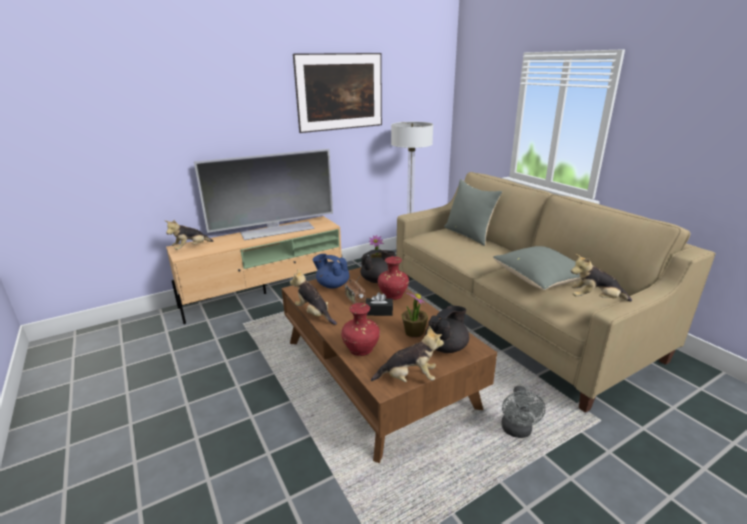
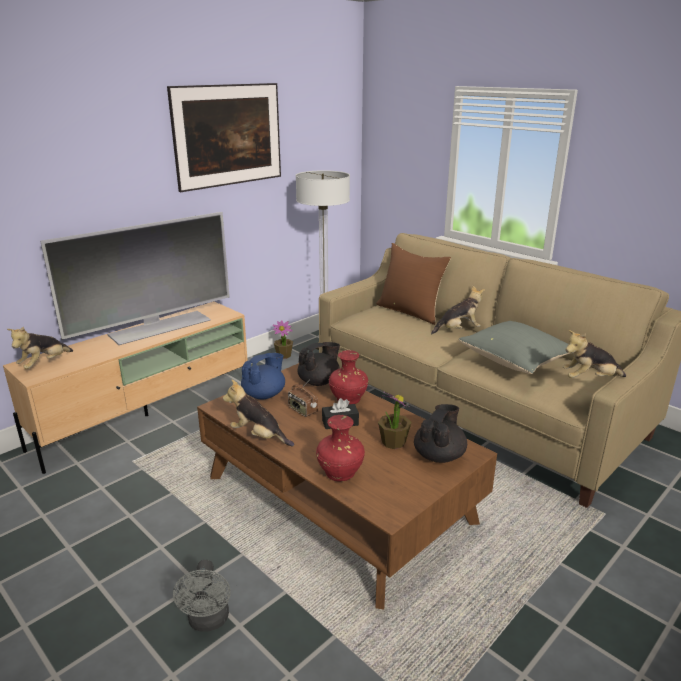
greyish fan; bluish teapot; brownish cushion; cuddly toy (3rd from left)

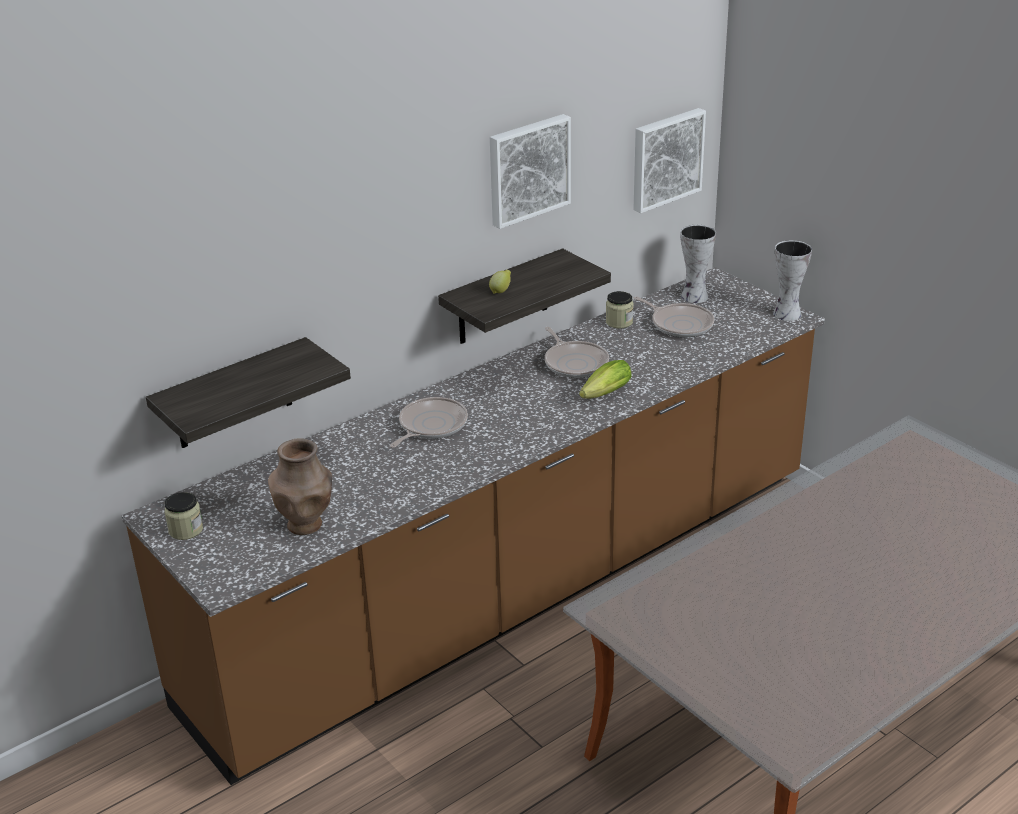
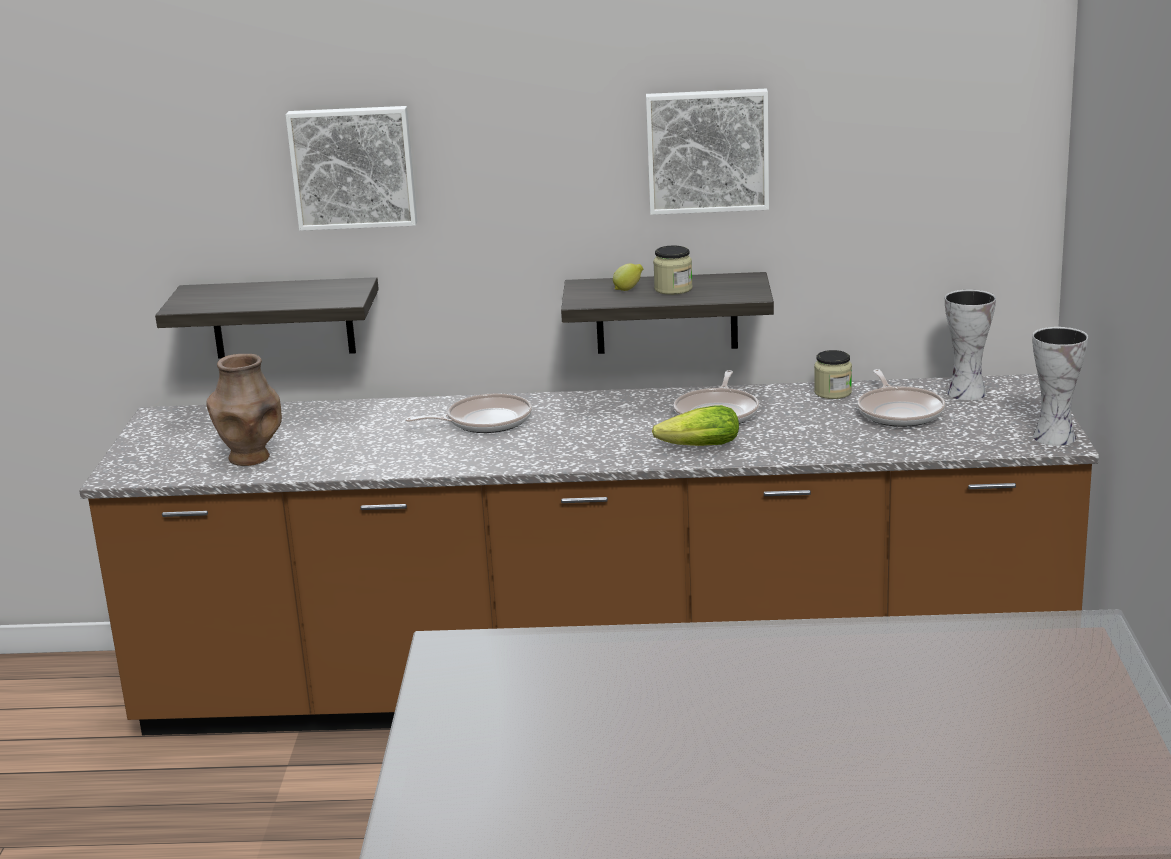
picture (1st from left); preserve jar (1st from left)

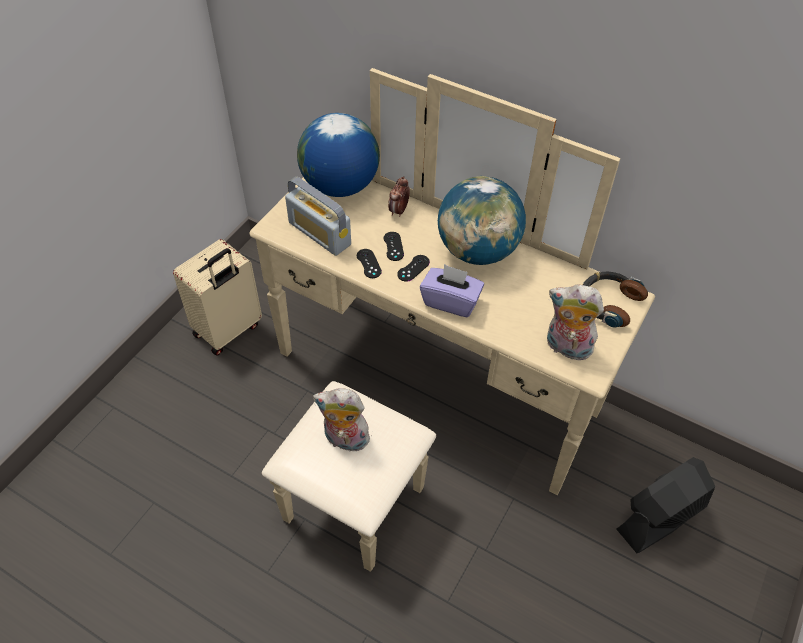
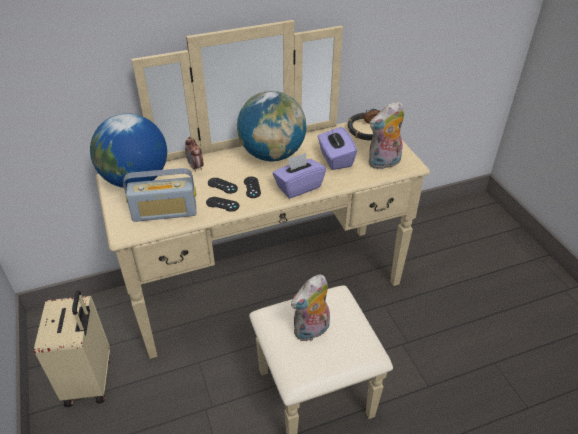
purple-coloured tissue box (2nd from left); black-coloured fan

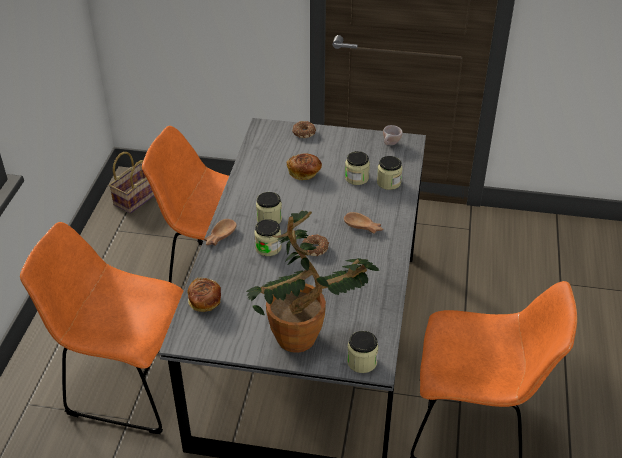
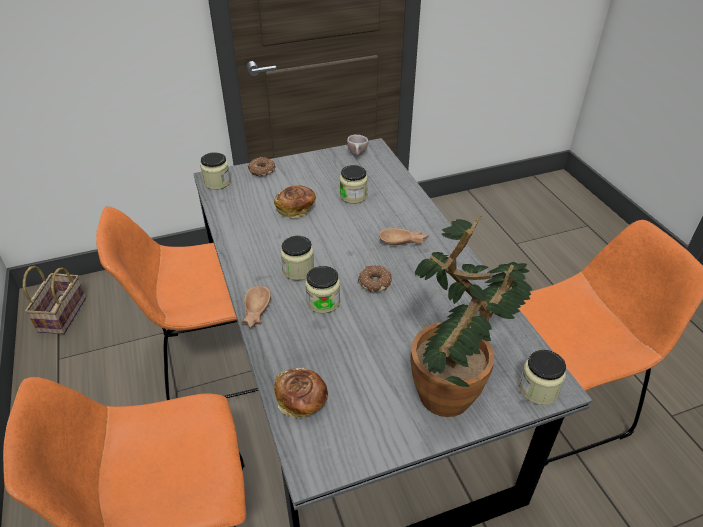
preserve jar (1st from left)

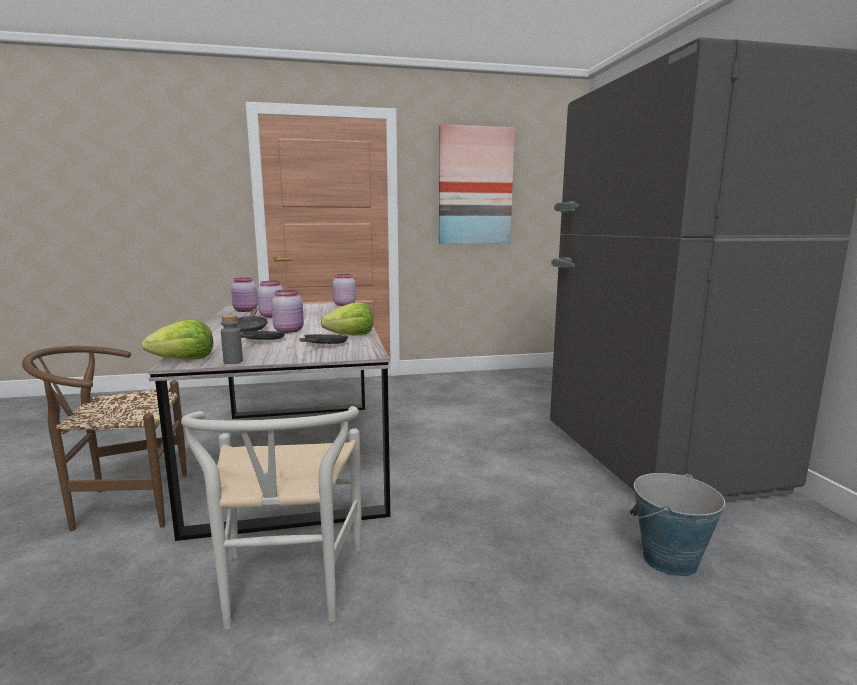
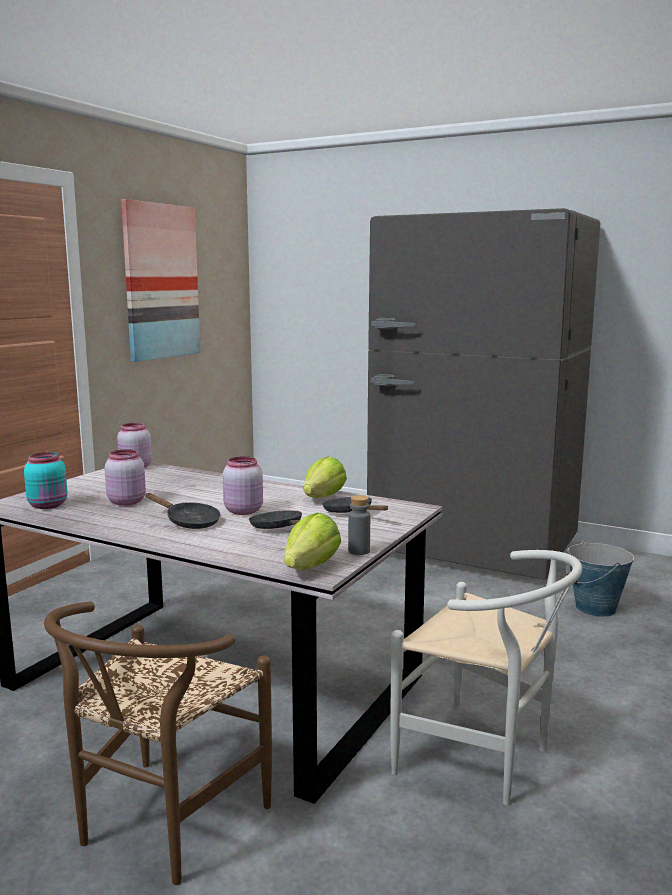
turquoise preserve jar

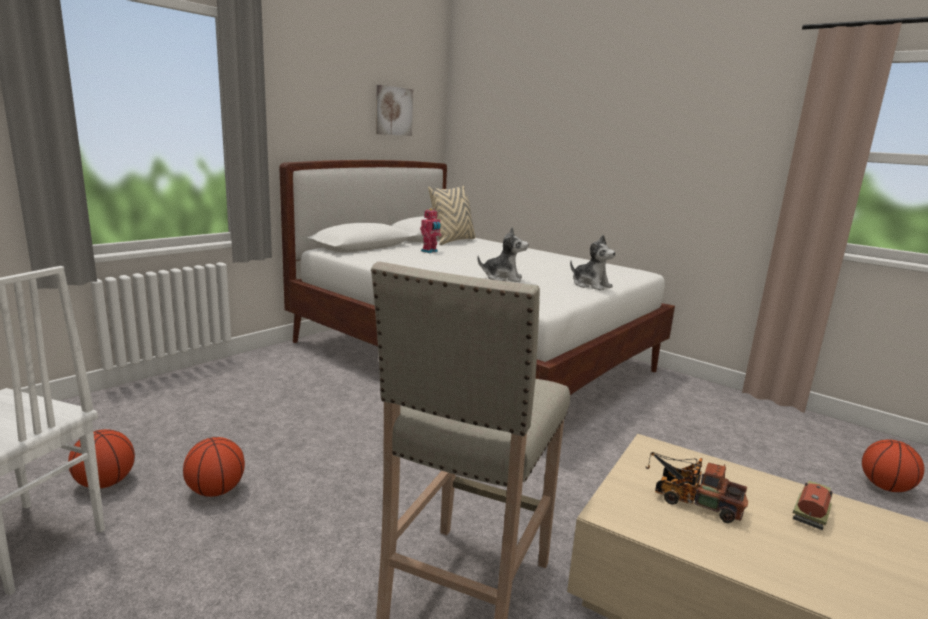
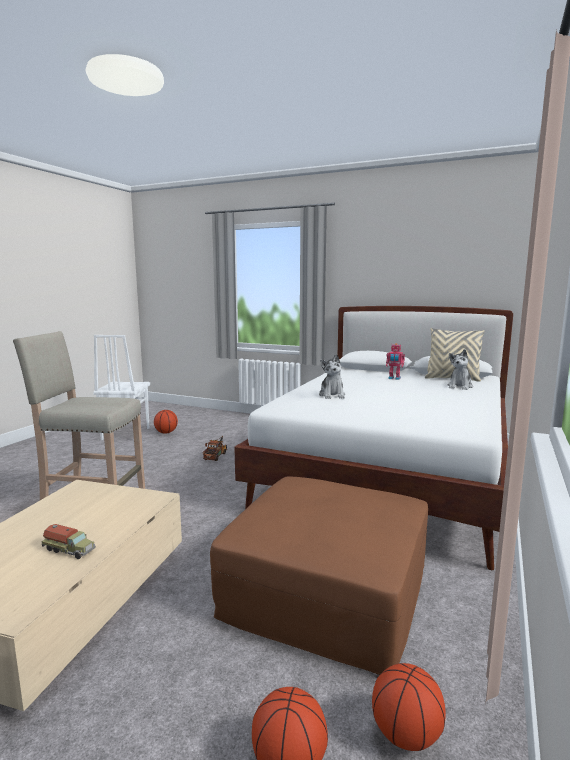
toy truck (2nd from left); brownish pouffe; basketball (3rd from left); cuddly toy (2nd from left); picture

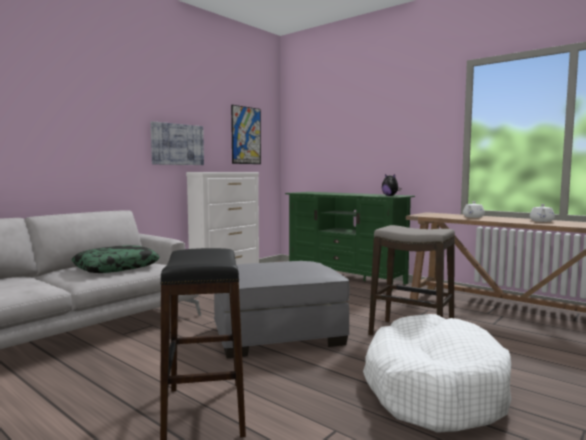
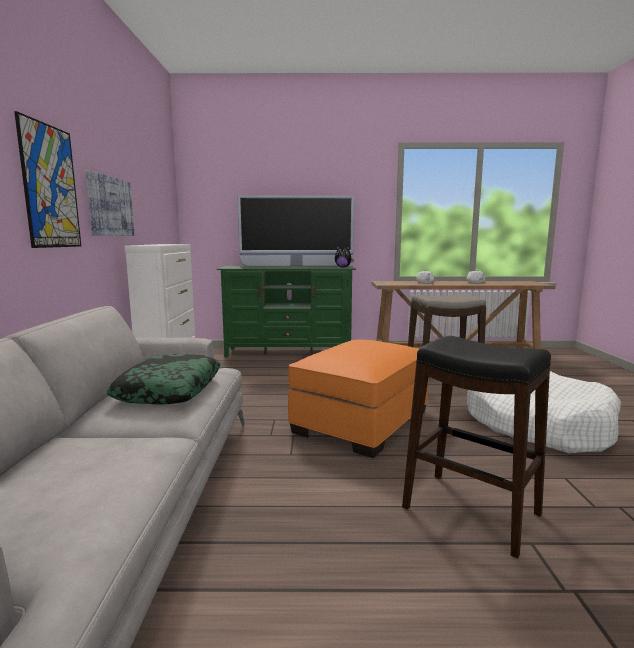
picture (1st from left); TV set; orange pouffe

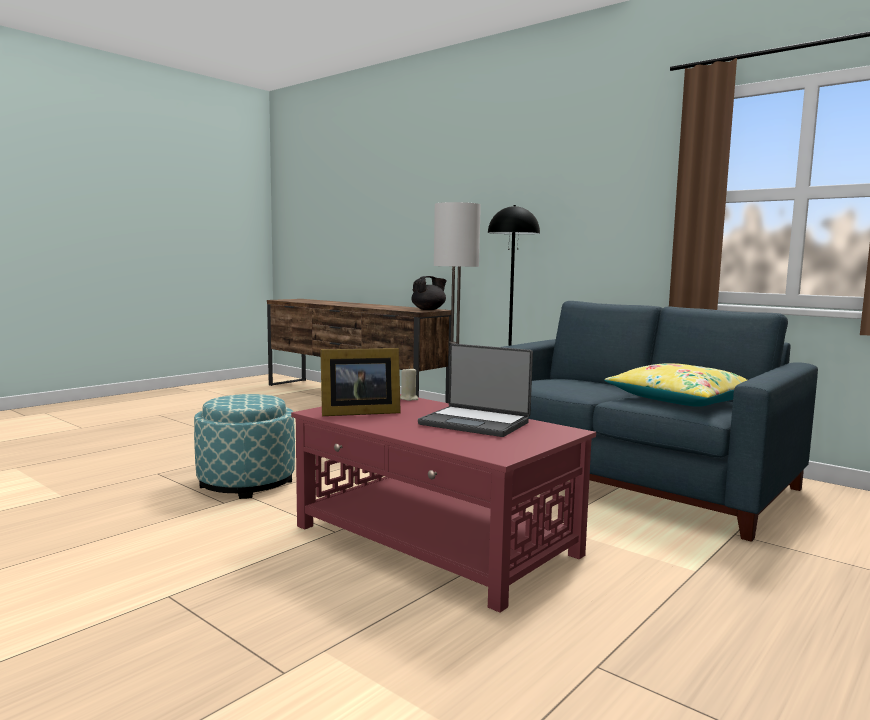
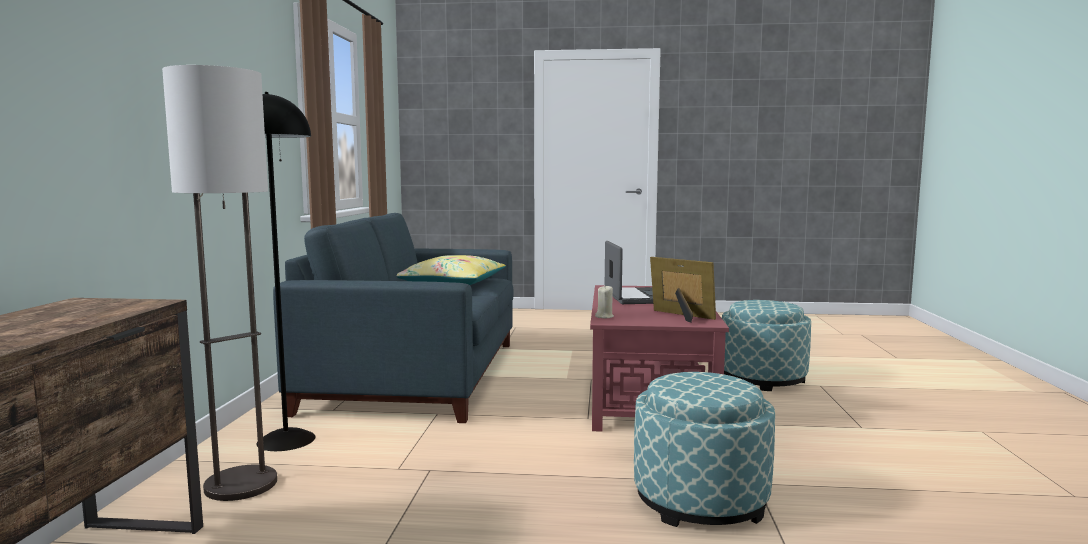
pouffe (2nd from left); black-coloured teapot

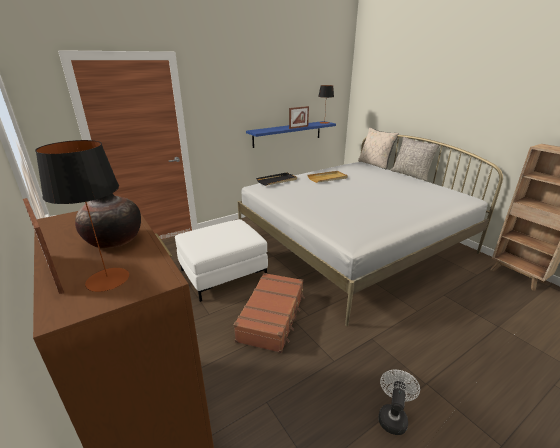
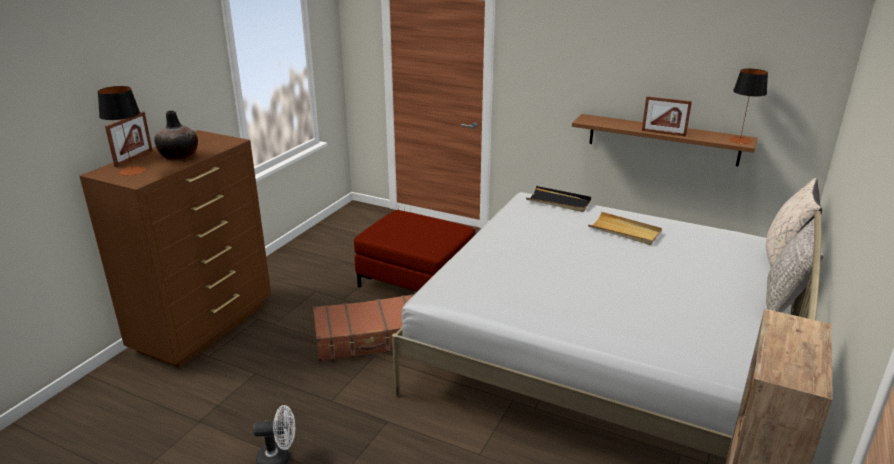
red pouffe; brownish bracket shelf

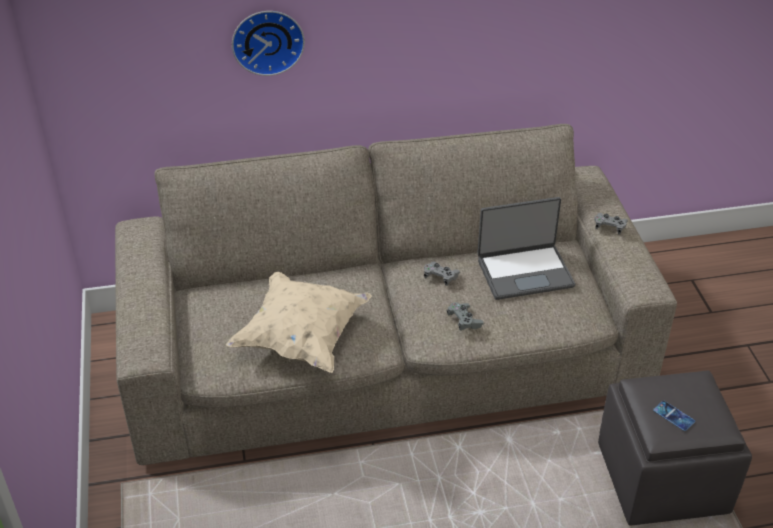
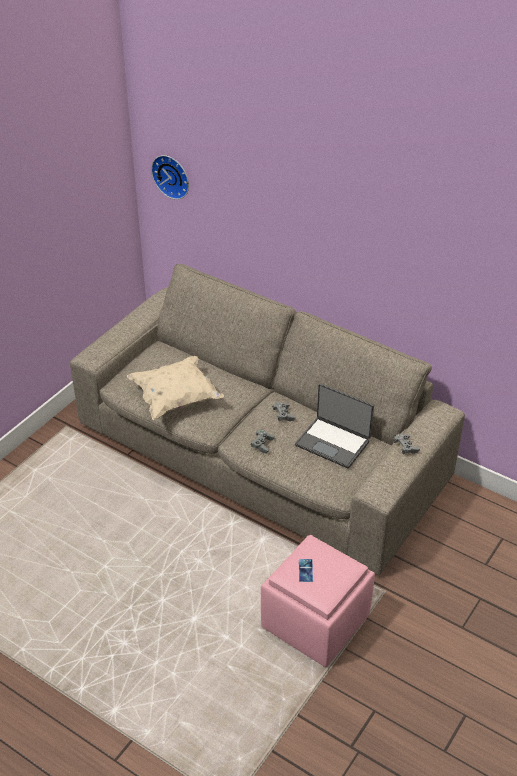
clock on the wall; pink-coloured pouffe

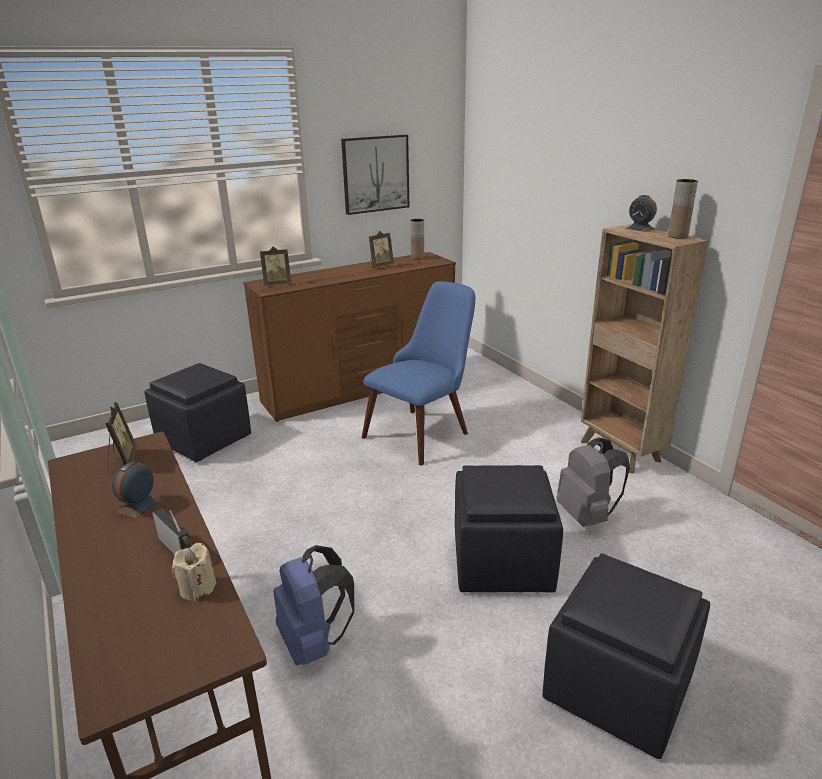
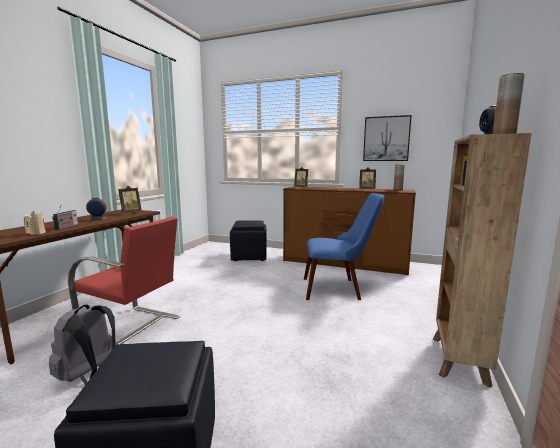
greyish knapsack; red plain chair; black-coloured pouffe (2nd from left in the first image)

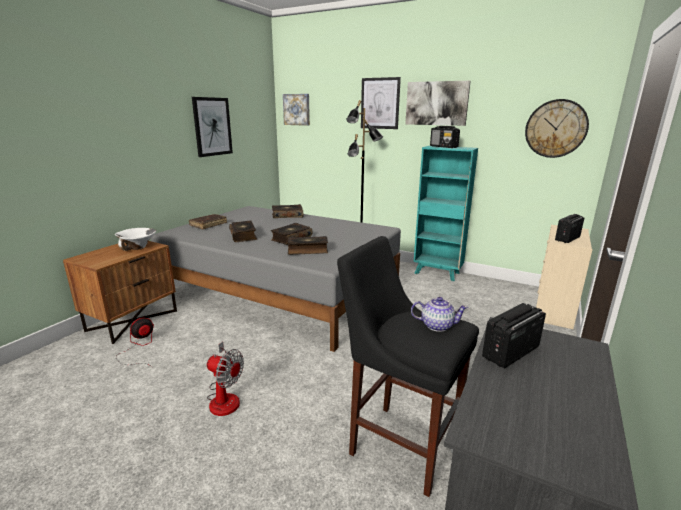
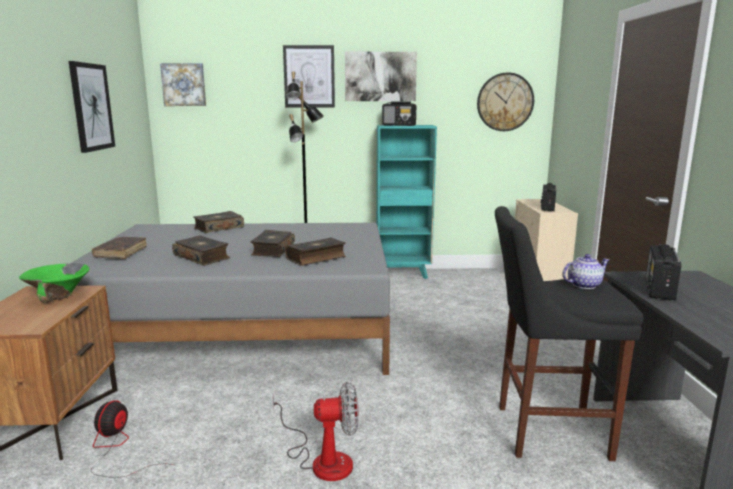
green deep dish

